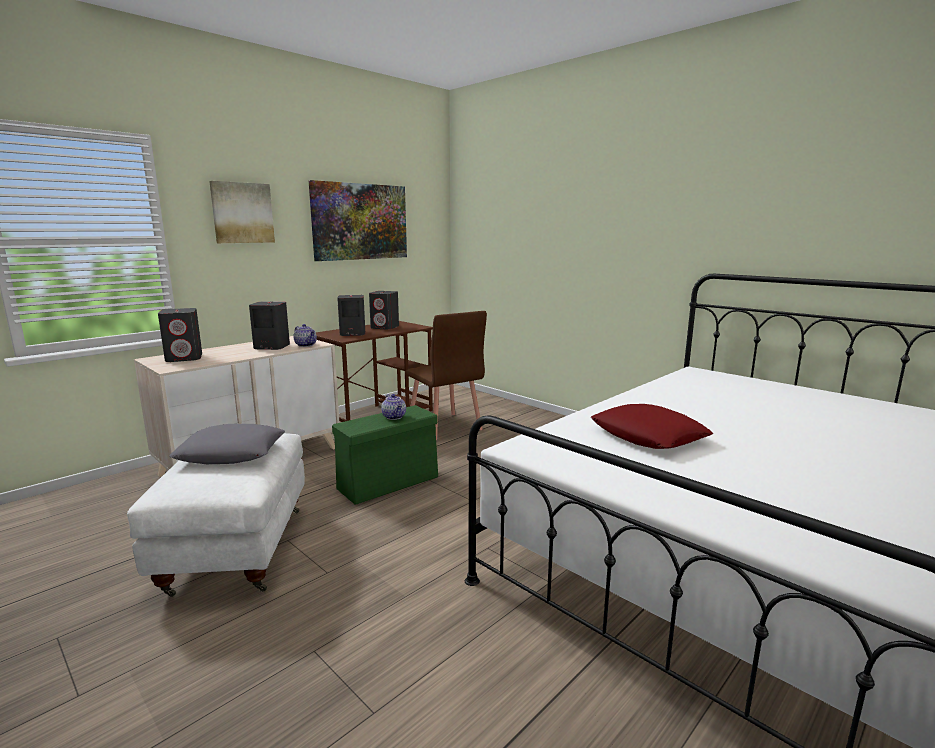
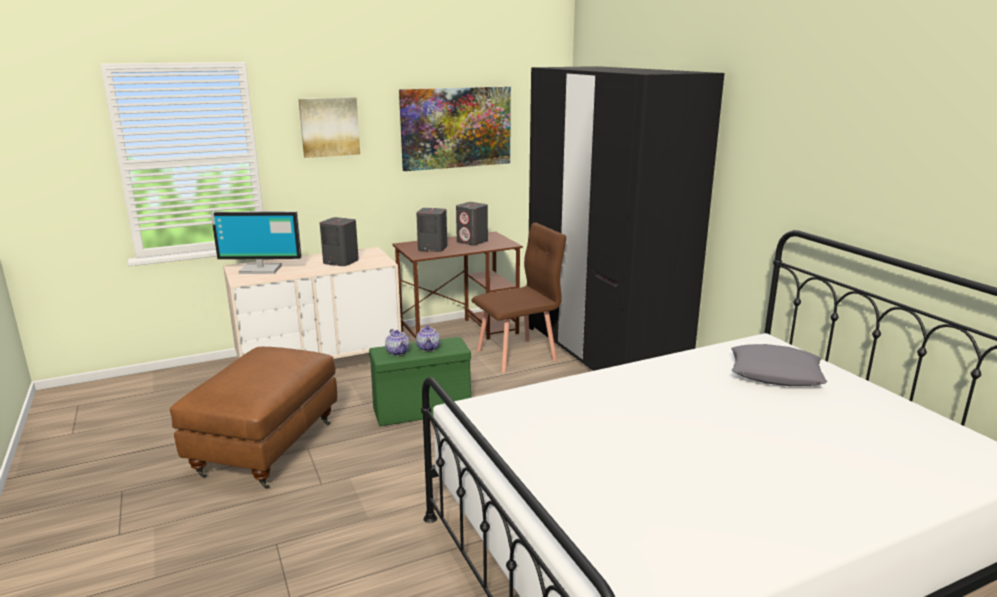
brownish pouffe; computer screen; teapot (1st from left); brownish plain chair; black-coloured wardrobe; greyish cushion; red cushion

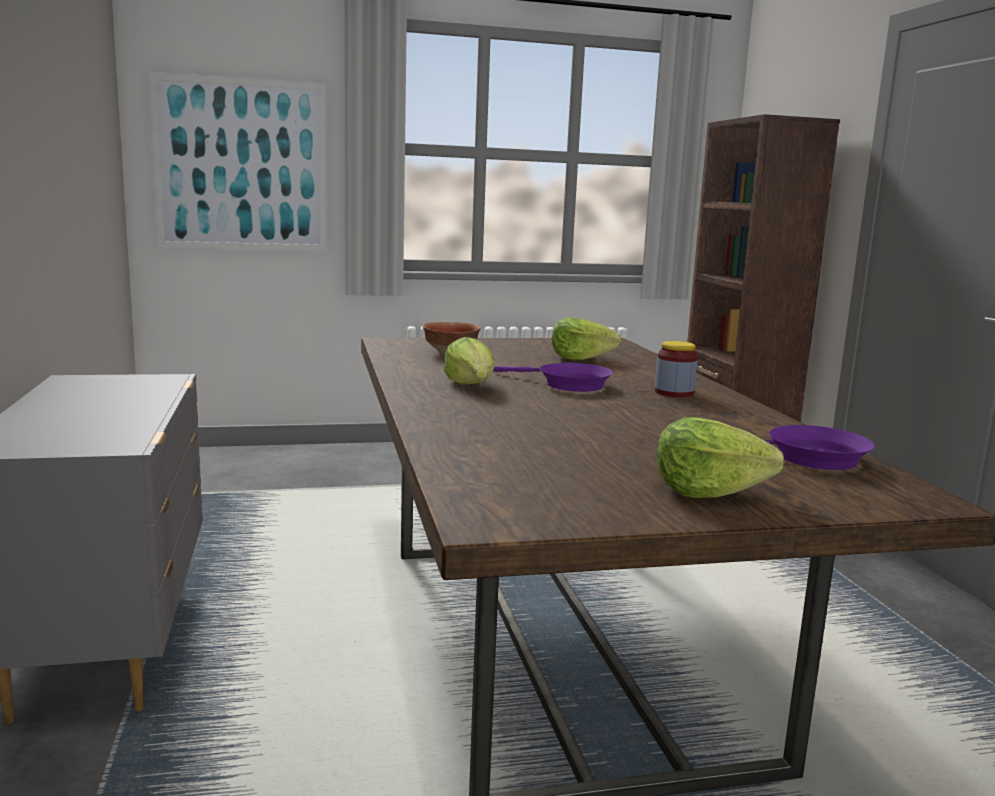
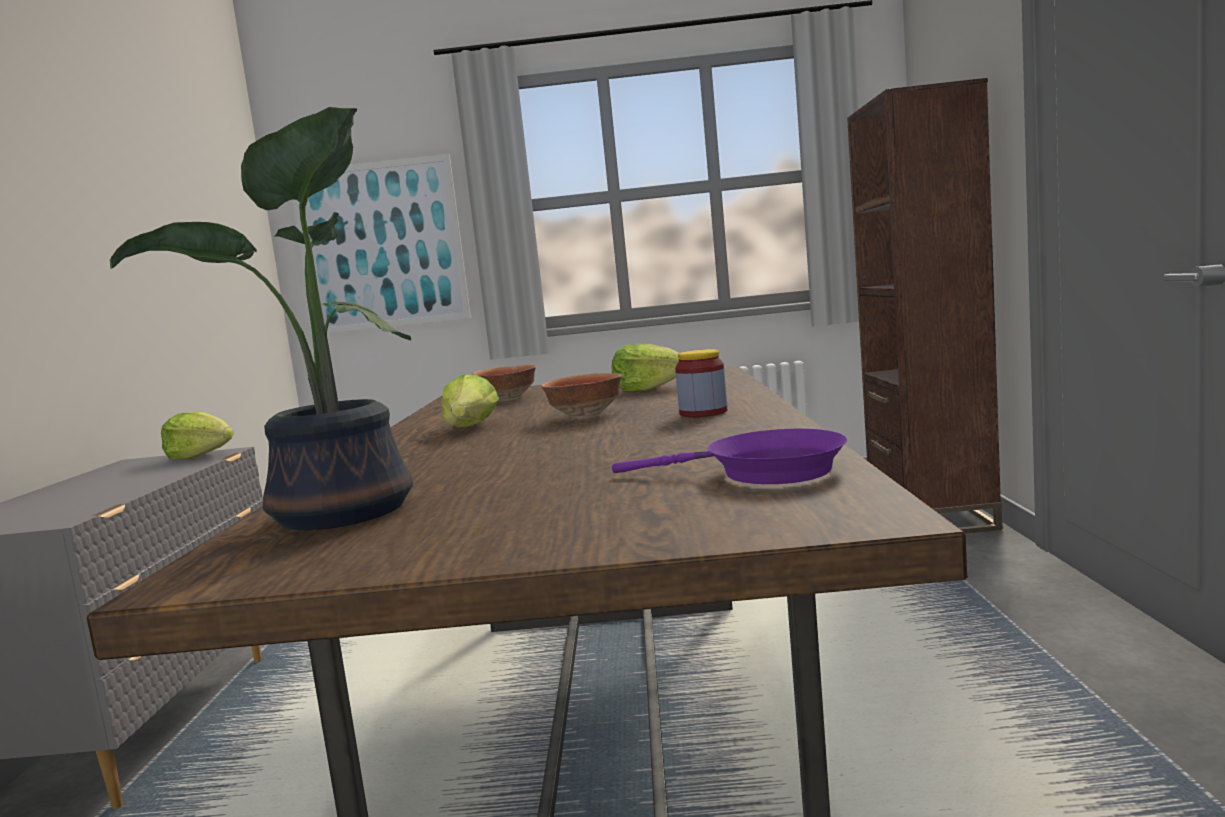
houseplant; lettuce (1st from left); deep dish (2nd from left)

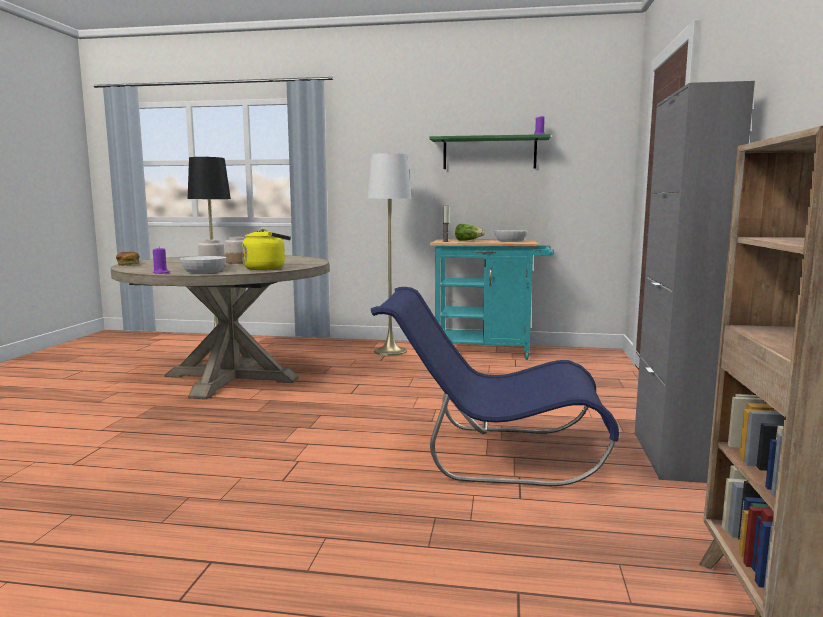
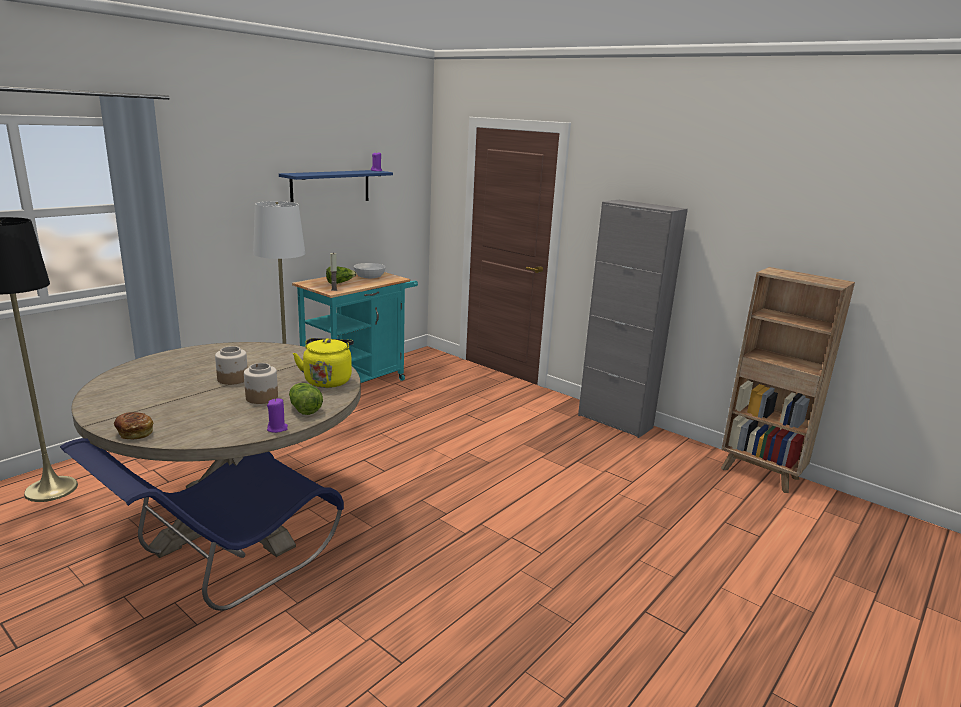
bluish plain chair; bluish bracket shelf; lettuce (1st from left)

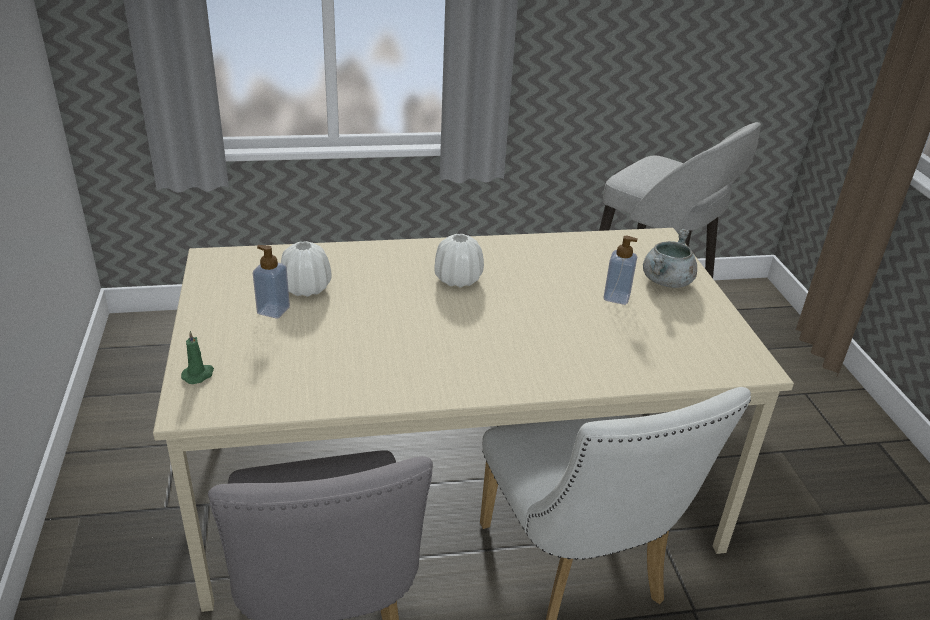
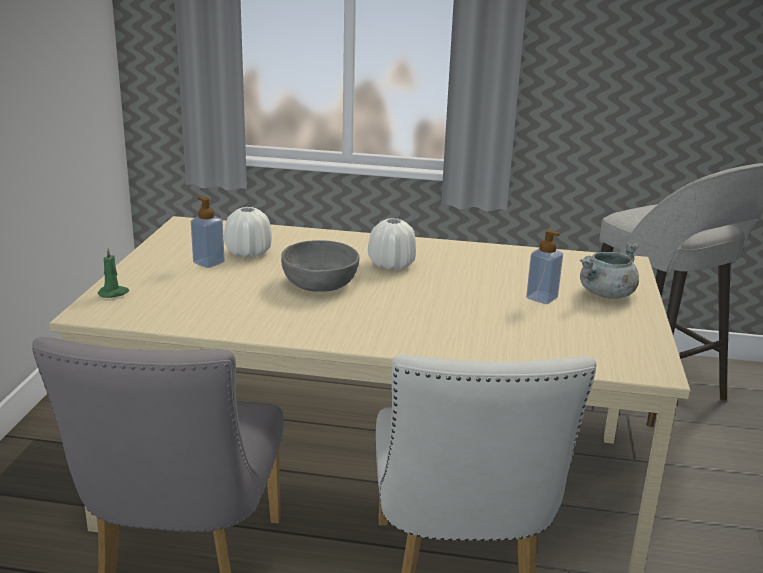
greyish deep dish

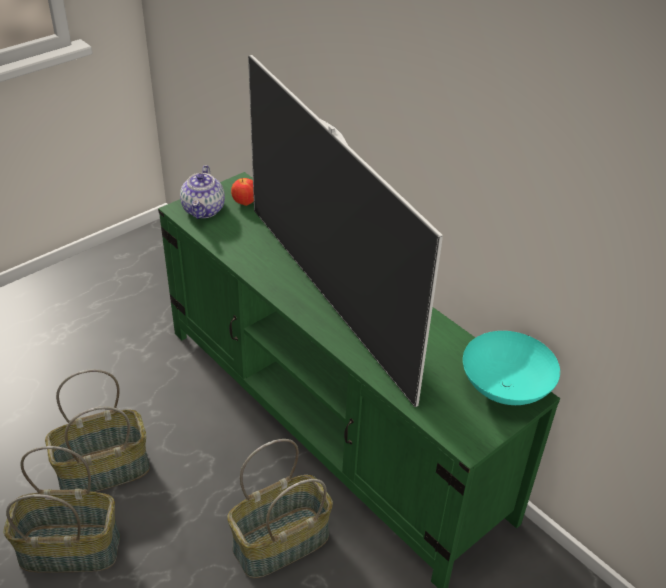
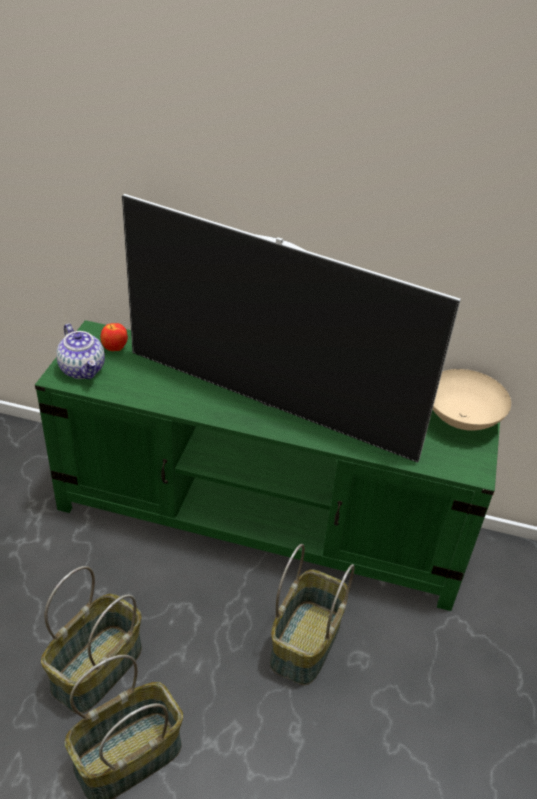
beige-coloured deep dish

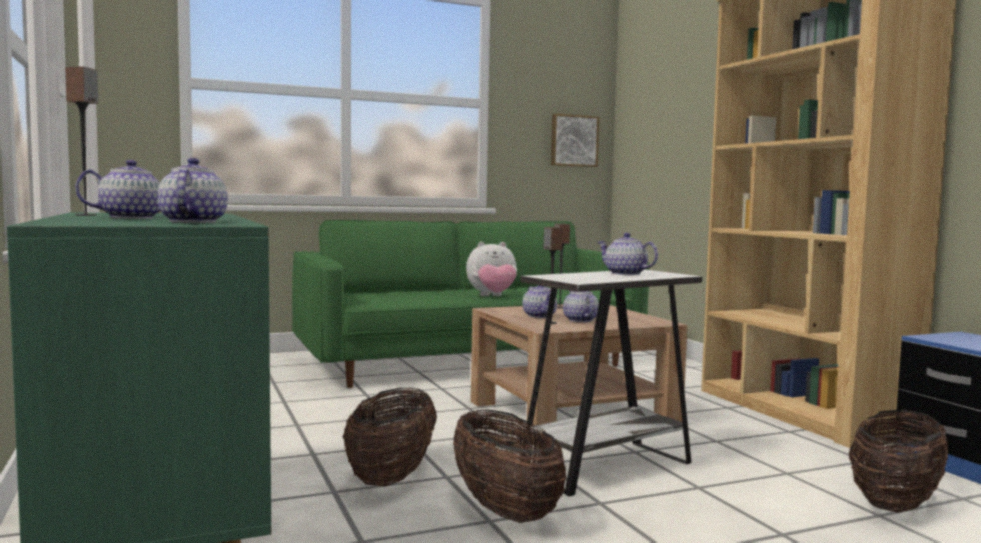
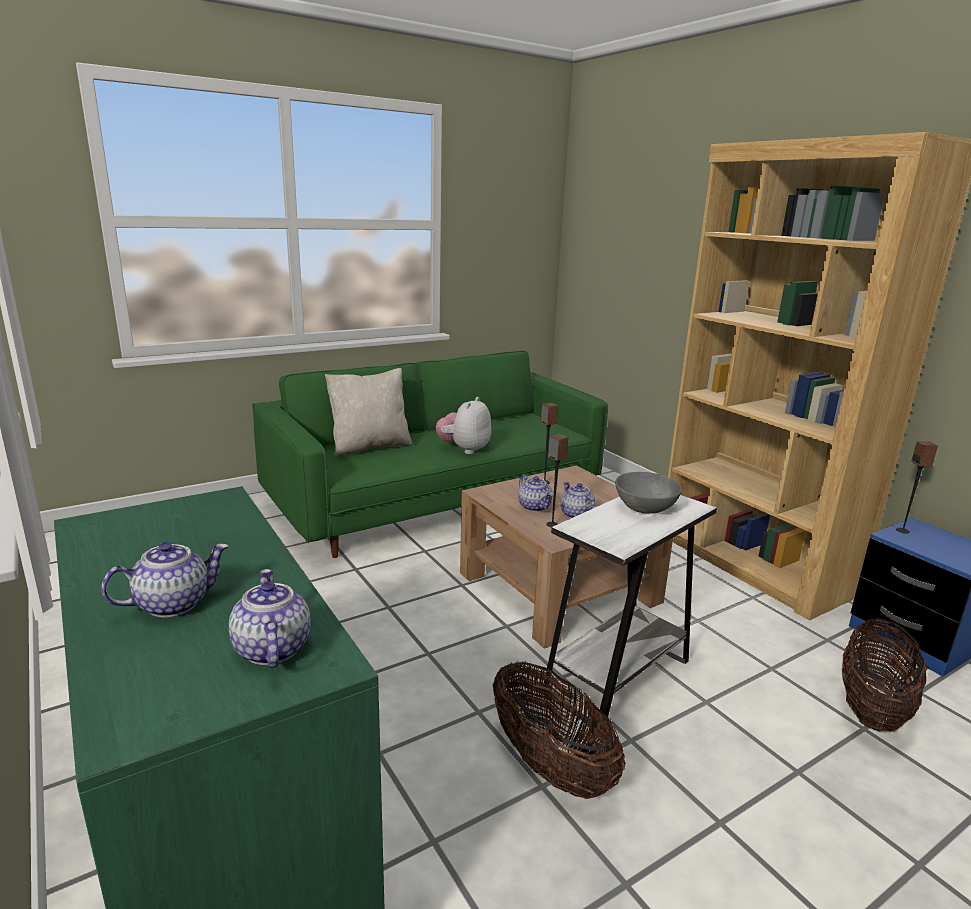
beige-coloured cushion; cuddly toy; greyish deep dish; loudspeaker (3rd from left); storage basket (1st from left in the first image); picture

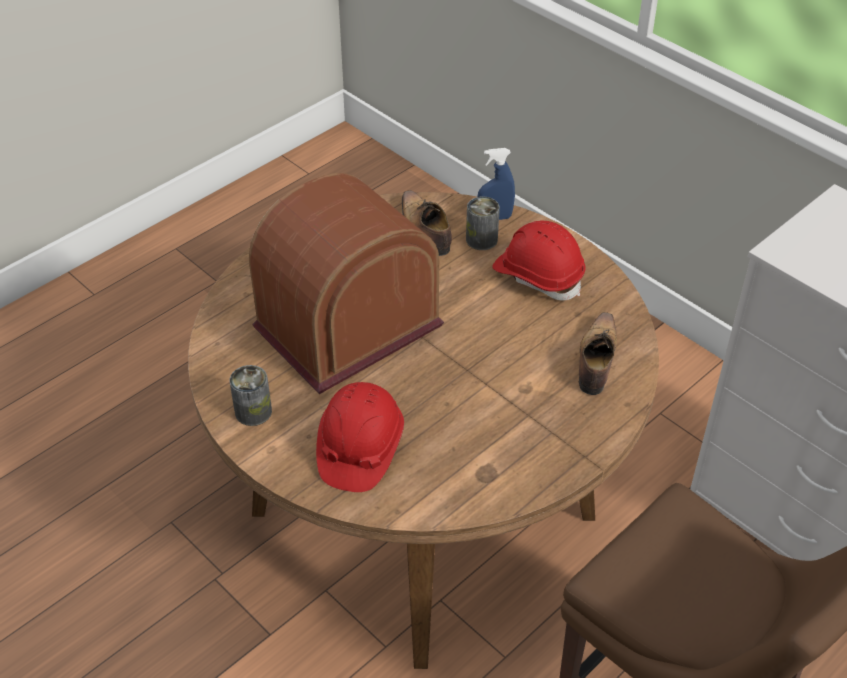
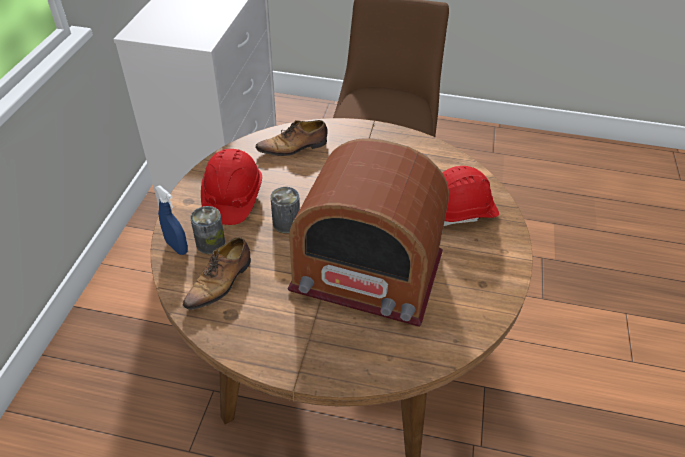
metal can (2nd from left)

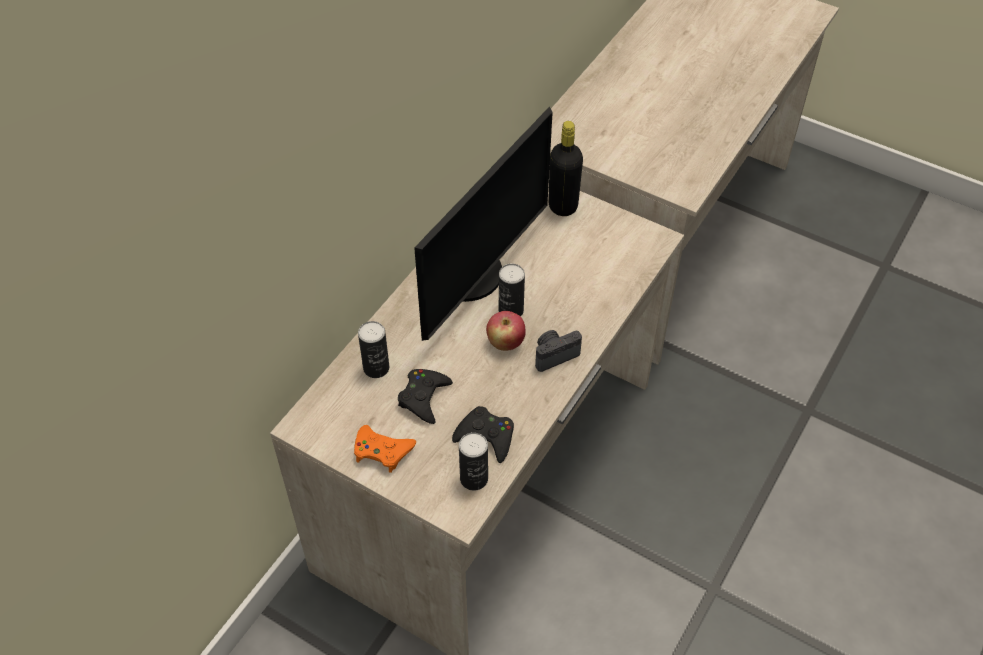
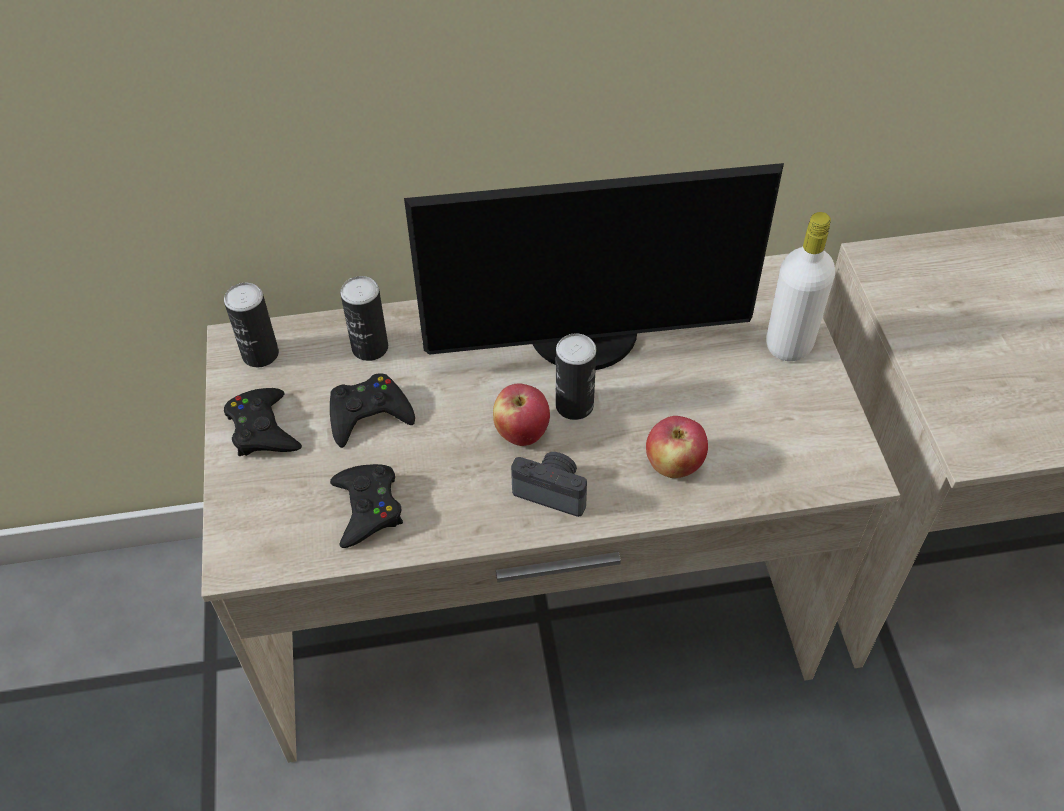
metal can (1st from left); black-coloured joypad (1st from left); apple fruit (2nd from left); white-coloured bottle

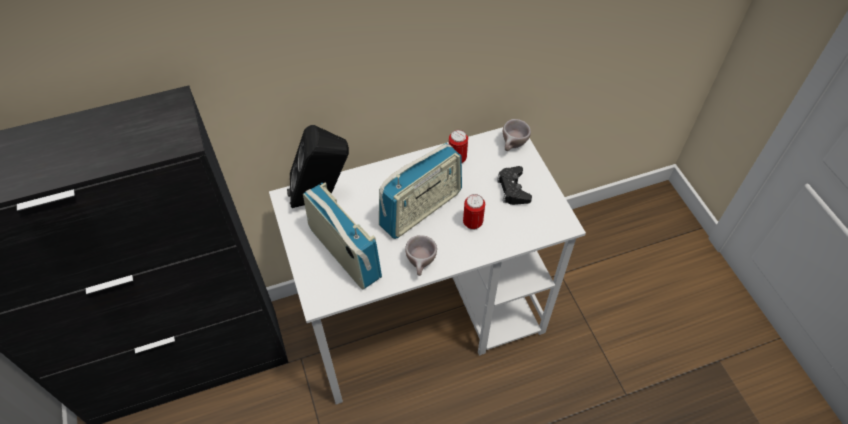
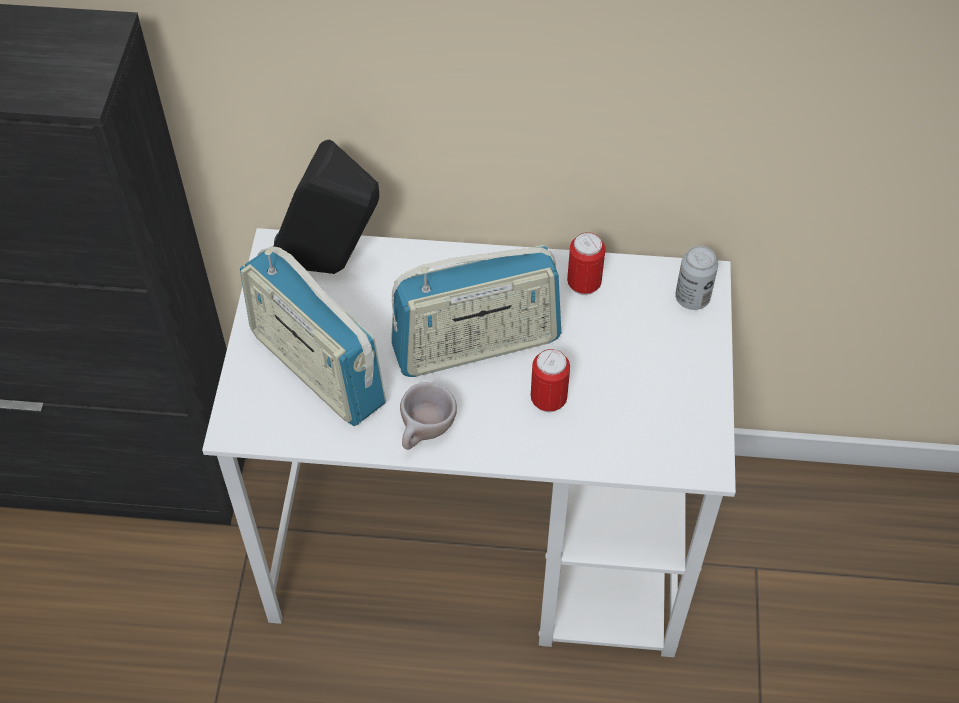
radio receiver (1st from left); metal can (3rd from left); black-coloured joypad

